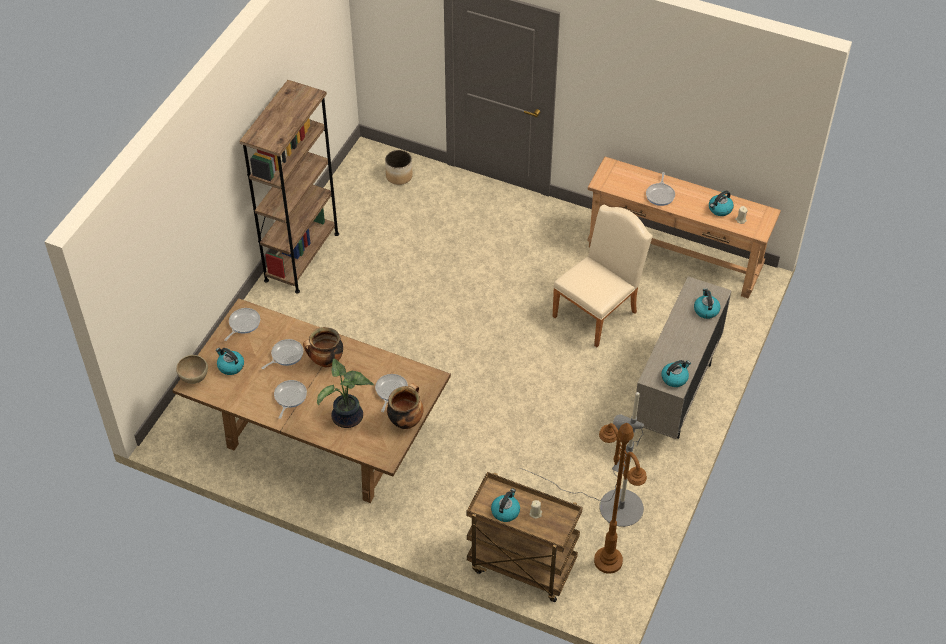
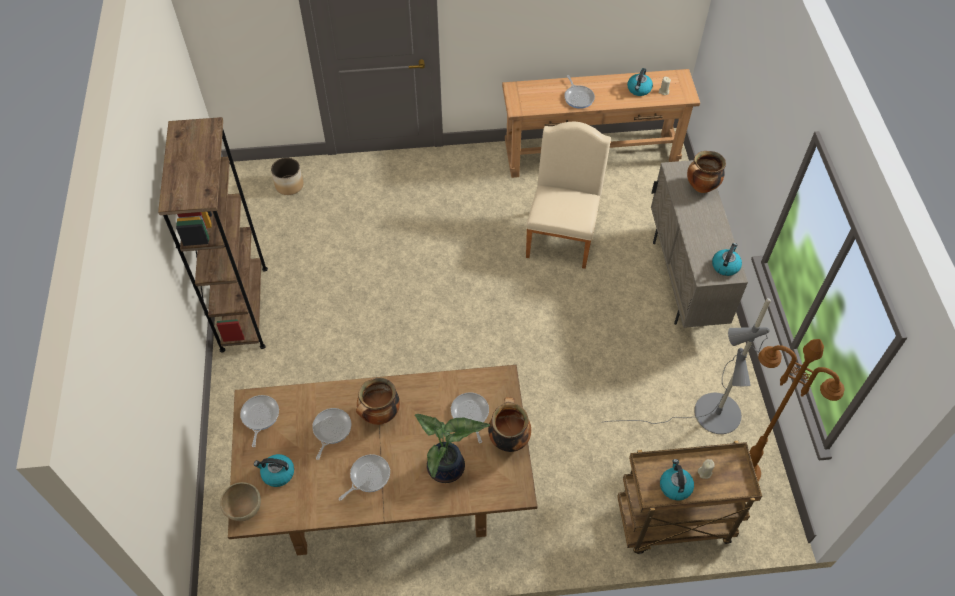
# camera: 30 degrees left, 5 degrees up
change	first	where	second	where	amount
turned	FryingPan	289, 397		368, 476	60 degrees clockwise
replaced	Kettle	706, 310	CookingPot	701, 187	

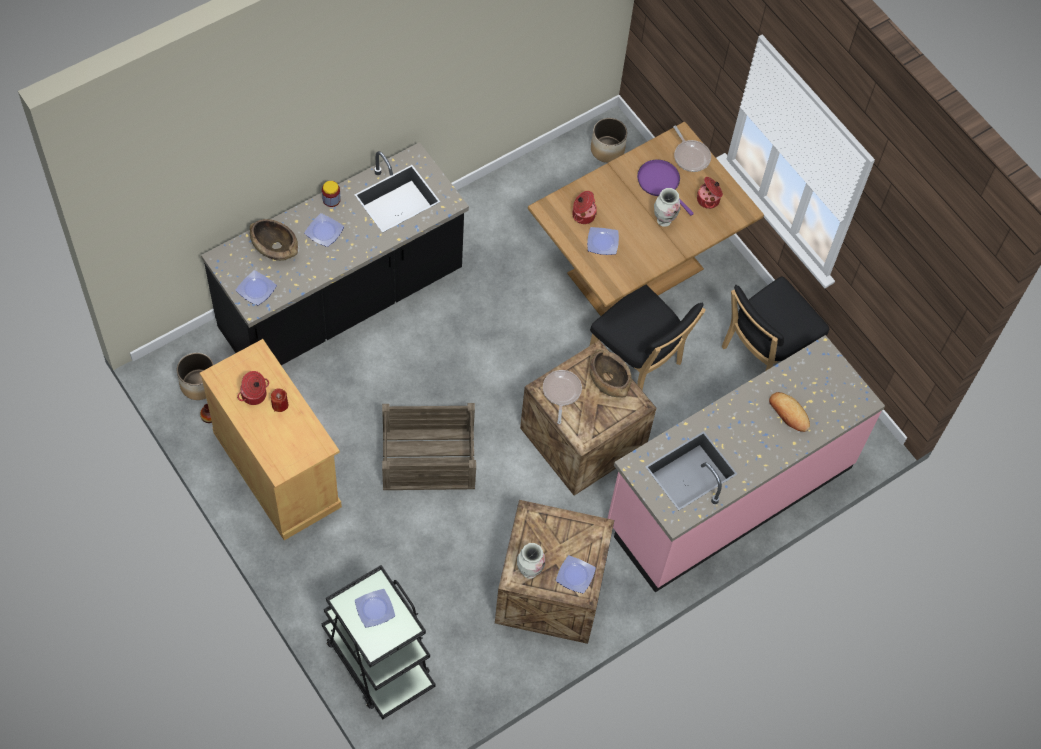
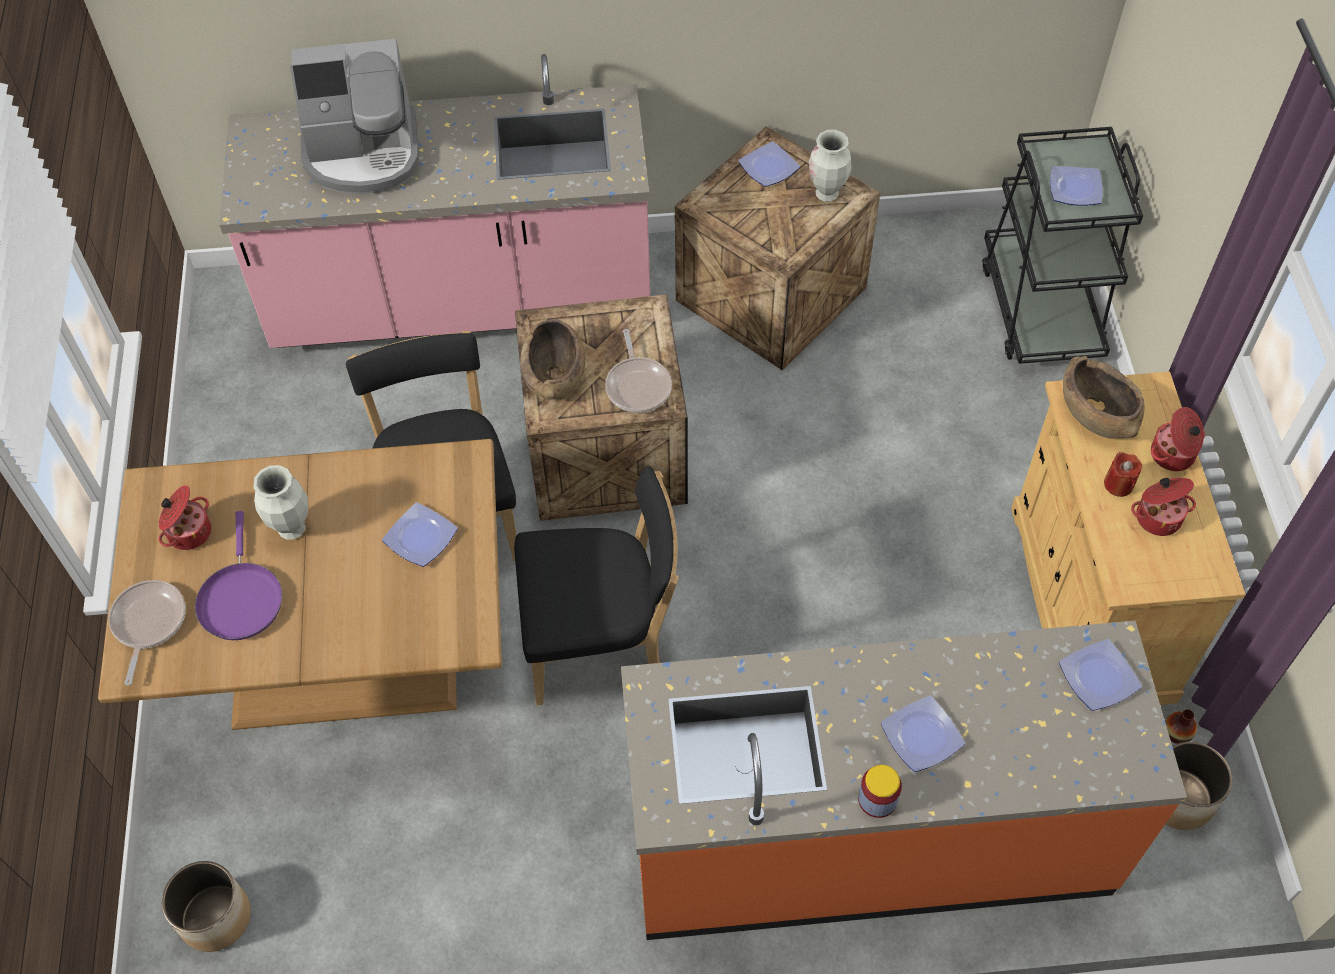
# camera: 145 degrees left, 5 degrees down
change	first	where	second	where	amount
replaced	Bread	788, 413	CoffeeMachine	363, 154	
moved	BlackChair	763, 355		601, 644	
turned	FryingPan	561, 392		638, 385	45 degrees counterclockwise
recoloured	BlackCounter	342, 302	OrangeCounter	867, 837	
moved	BrownBowl	275, 246		1096, 411	
moved	CookingPot	583, 214		1173, 455	
removed	Crate	428, 456			

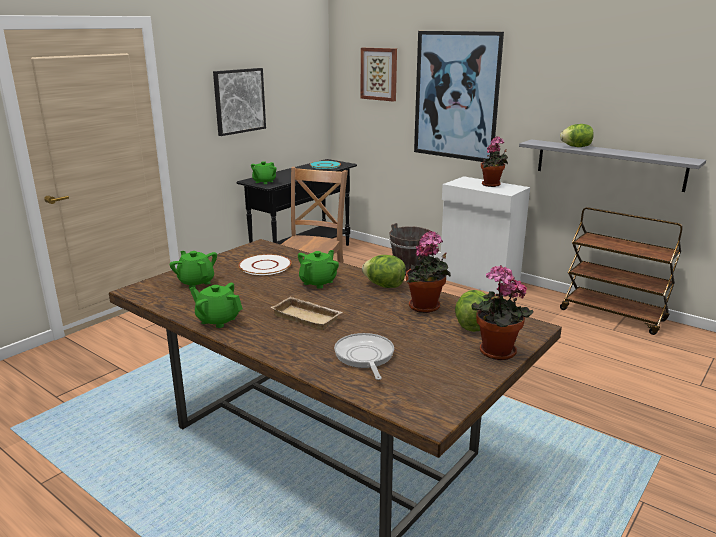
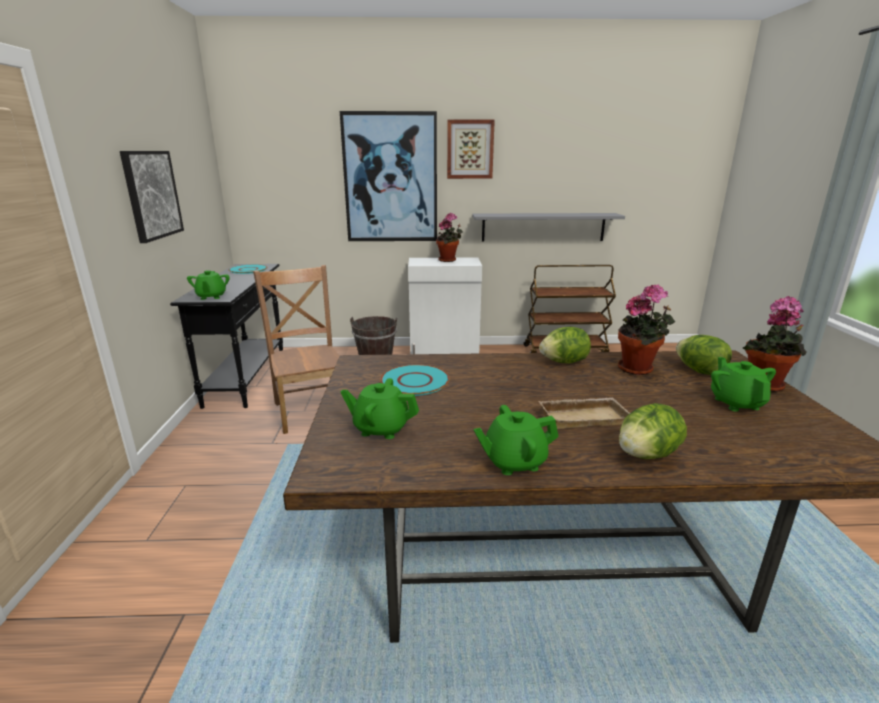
# camera: 40 degrees left, 0 degrees up
change	first	where	second	where	amount
recoloured	WhitePlate	265, 266	TurquoisePlate	415, 381	
moved	Picture	379, 74		470, 149	
moved	Lettuce	576, 147		646, 455	
moved	GreenTeapot	318, 282		736, 403	
removed	FryingPan	364, 357			

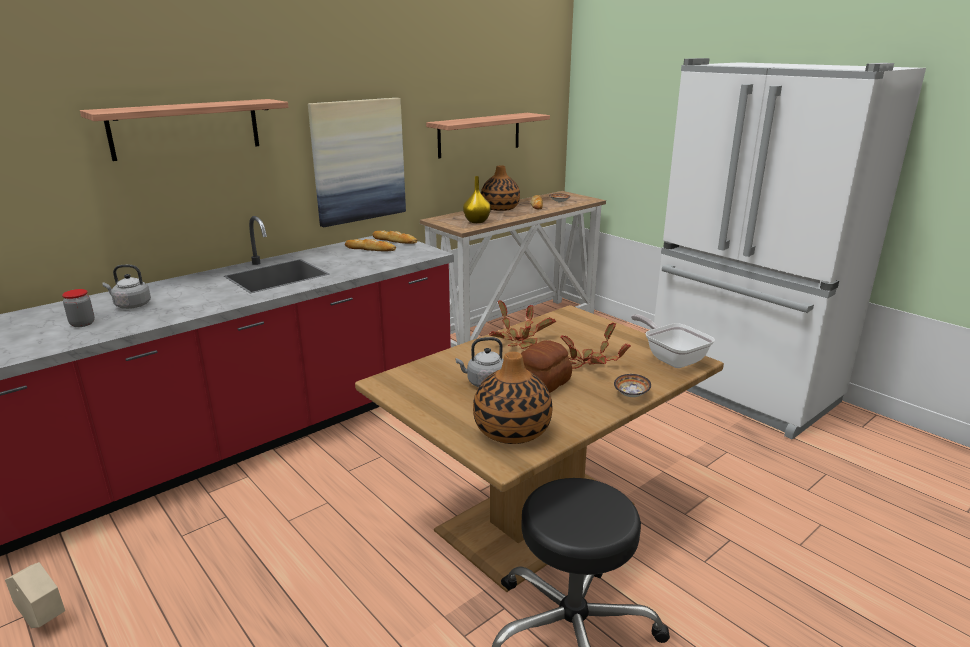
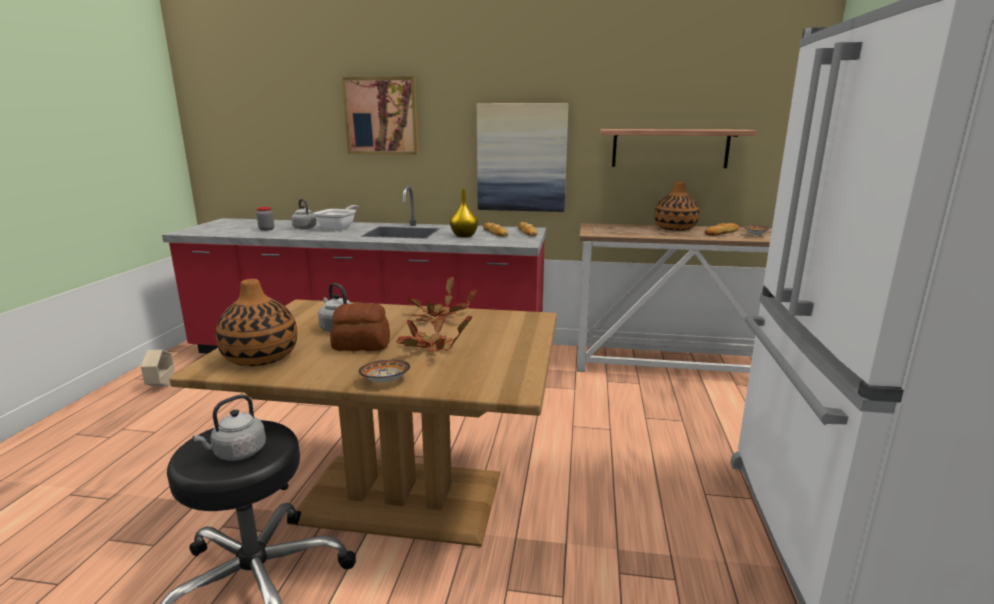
# camera: 50 degrees right, 5 degrees down
change	first	where	second	where	amount
added			GreyKettle	237, 453	
moved	FryingPan	671, 358		339, 228	
replaced	Shelf	186, 128	Picture	381, 116	
moved	YellowVase	477, 221		464, 236	

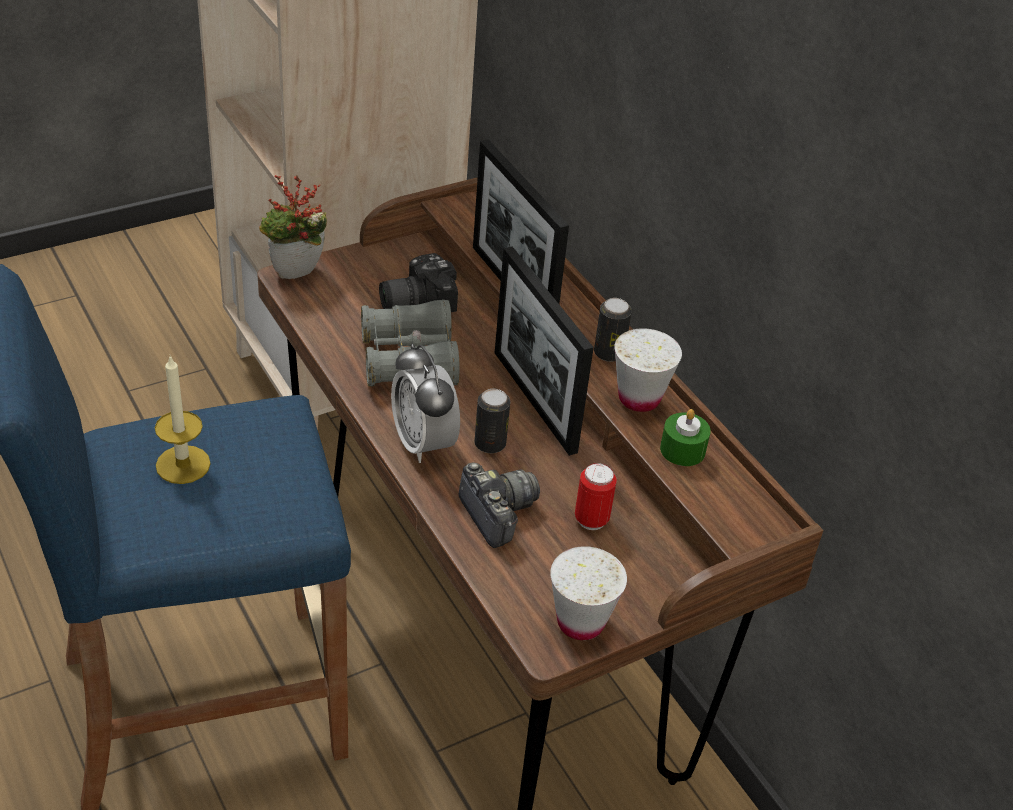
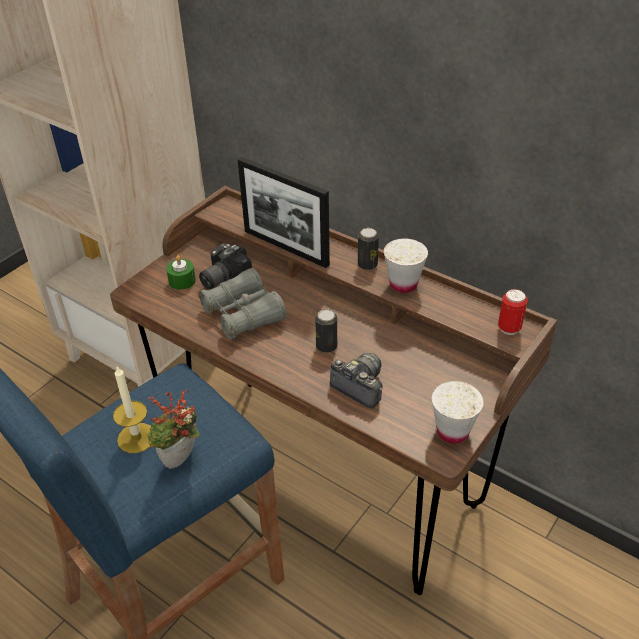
# camera: 20 degrees left, 0 degrees up
change	first	where	second	where	amount
moved	PottedPlant	296, 276		181, 462	
moved	GreenCandle	682, 450		182, 281	
moved	Can	591, 520		509, 328	
removed	AlarmClock	423, 443			
removed	PictureFrame	534, 401			

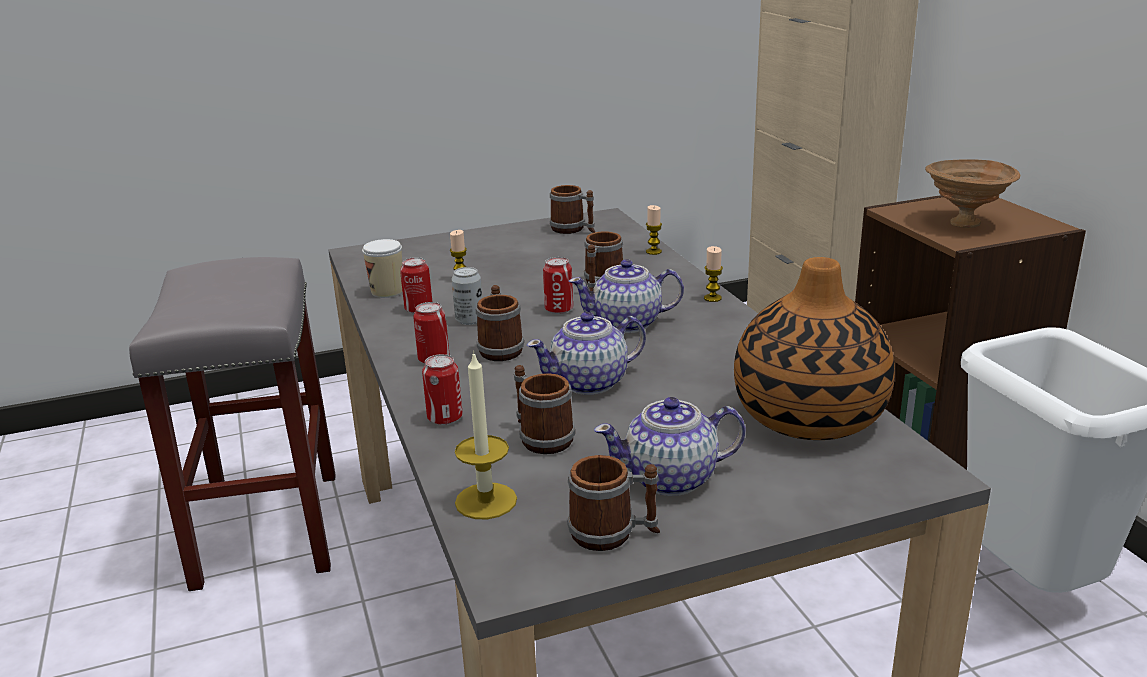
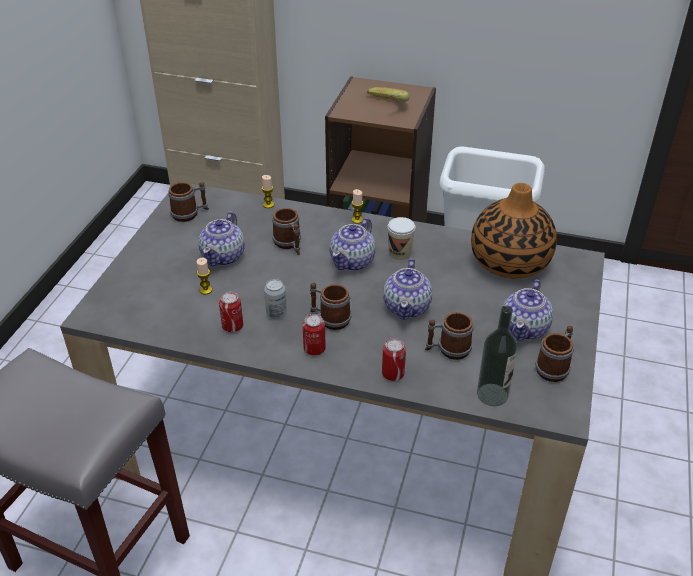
# camera: 55 degrees left, 15 degrees up
change	first	where	second	where	amount
added			Teapot	224, 256	
replaced	BrownBowl	963, 223	Banana	385, 106	
moved	Cup	387, 291		400, 253	
replaced	Candle	486, 501	Bottle	492, 394	
removed	Can	559, 309			

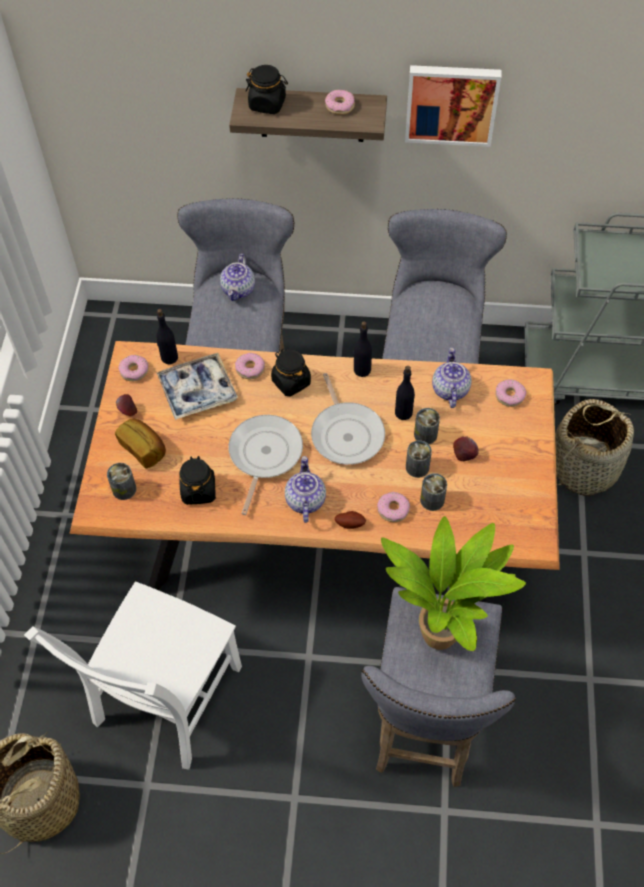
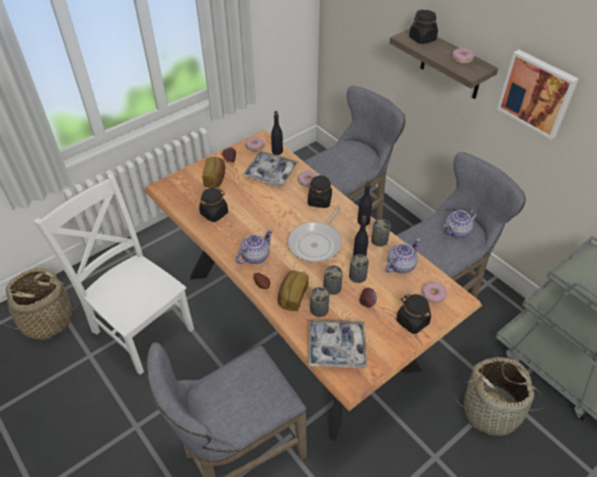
# camera: 45 degrees right, 10 degrees down
change	first	where	second	where	amount
turned	WhiteChair	164, 700		141, 327	60 degrees clockwise
replaced	Donut	393, 510	Bread	292, 296	
added			Tray	336, 347	
moved	Can	124, 489		379, 240	
added			BlackJar	412, 321	
moved	Teapot	239, 290		457, 231	
removed	FryingPan	264, 455			
removed	PottedPlant	442, 632			

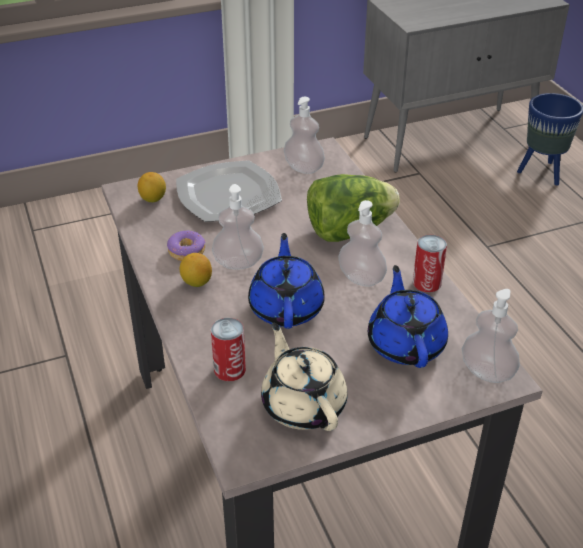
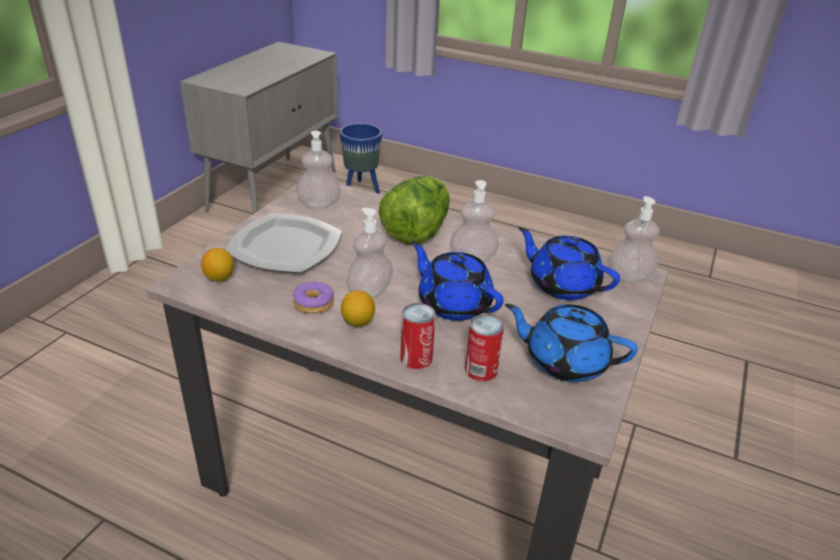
# camera: 45 degrees left, 5 degrees down
change	first	where	second	where	amount
moved	Can	427, 283		416, 358	
recoloured	BeigeTeapot	303, 404	BlueTeapot	564, 361	

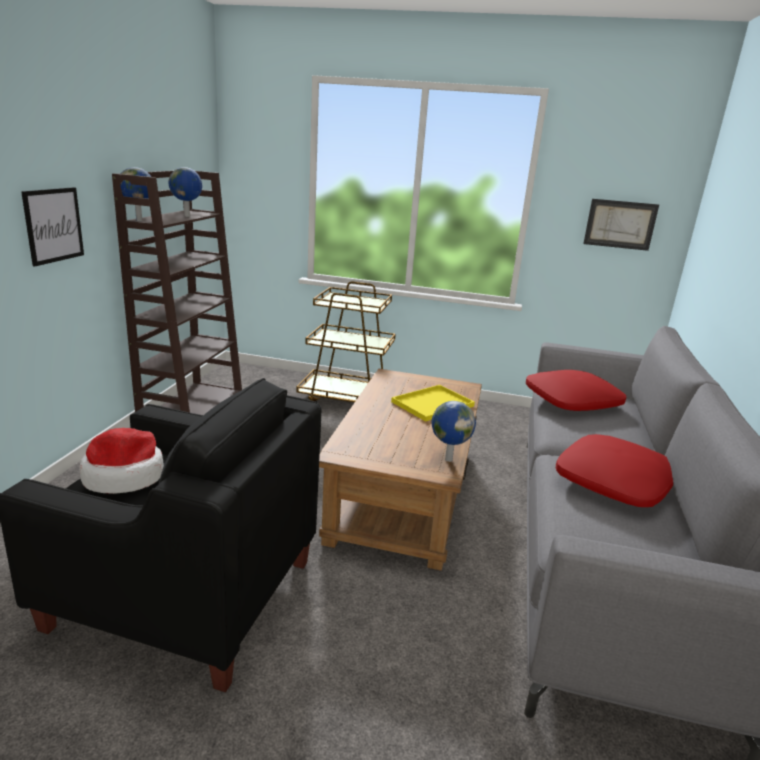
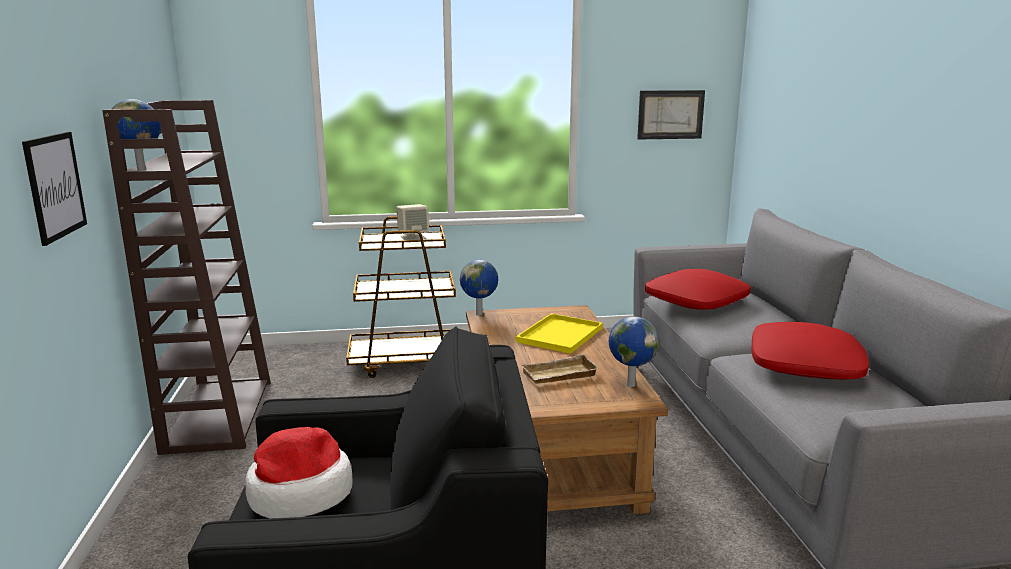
# camera: 20 degrees left, 5 degrees down
change	first	where	second	where	amount
added			BeigeSpeaker	413, 237	
moved	Globe	187, 216		480, 314	
added			BeigeTray	559, 376	

